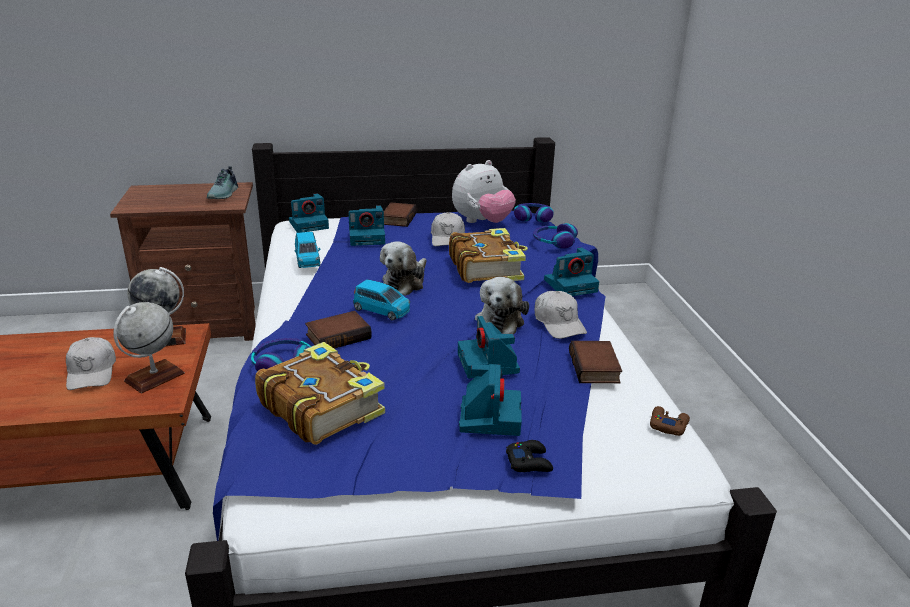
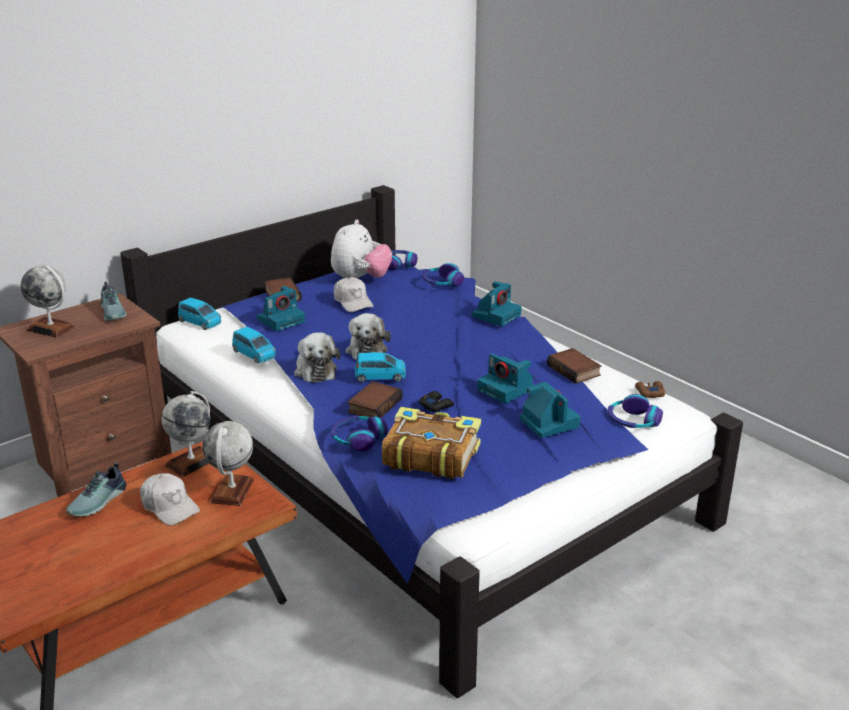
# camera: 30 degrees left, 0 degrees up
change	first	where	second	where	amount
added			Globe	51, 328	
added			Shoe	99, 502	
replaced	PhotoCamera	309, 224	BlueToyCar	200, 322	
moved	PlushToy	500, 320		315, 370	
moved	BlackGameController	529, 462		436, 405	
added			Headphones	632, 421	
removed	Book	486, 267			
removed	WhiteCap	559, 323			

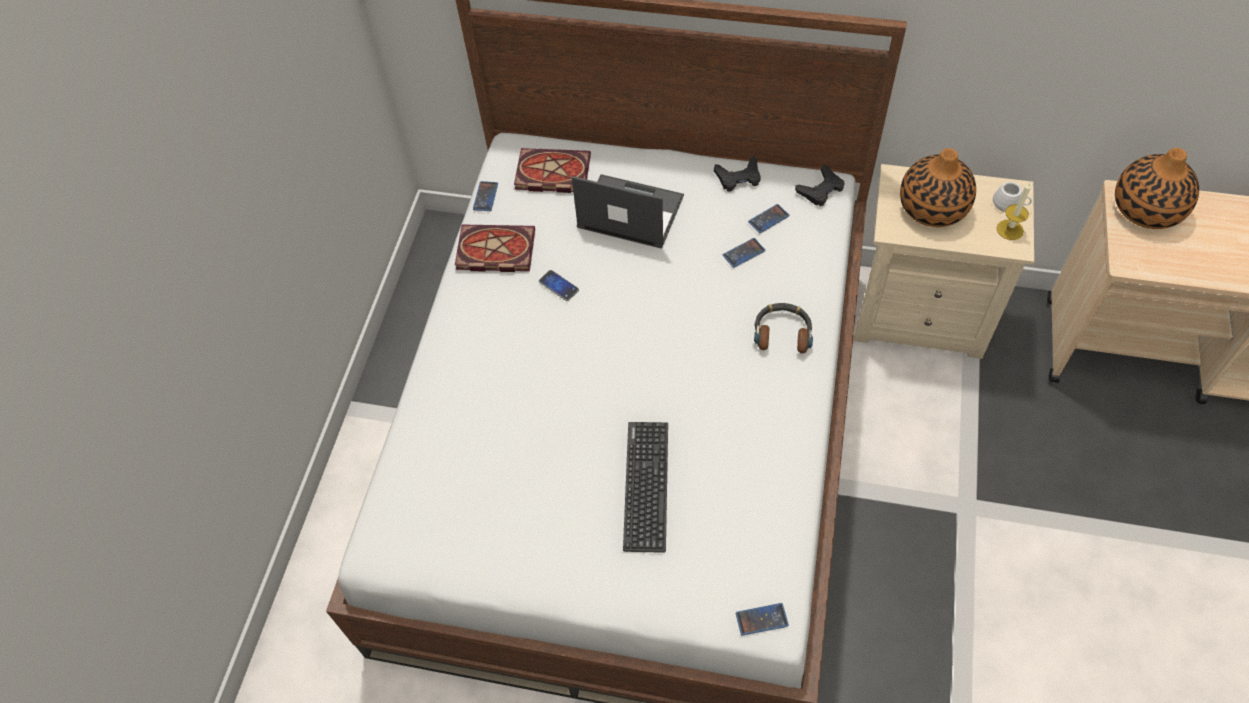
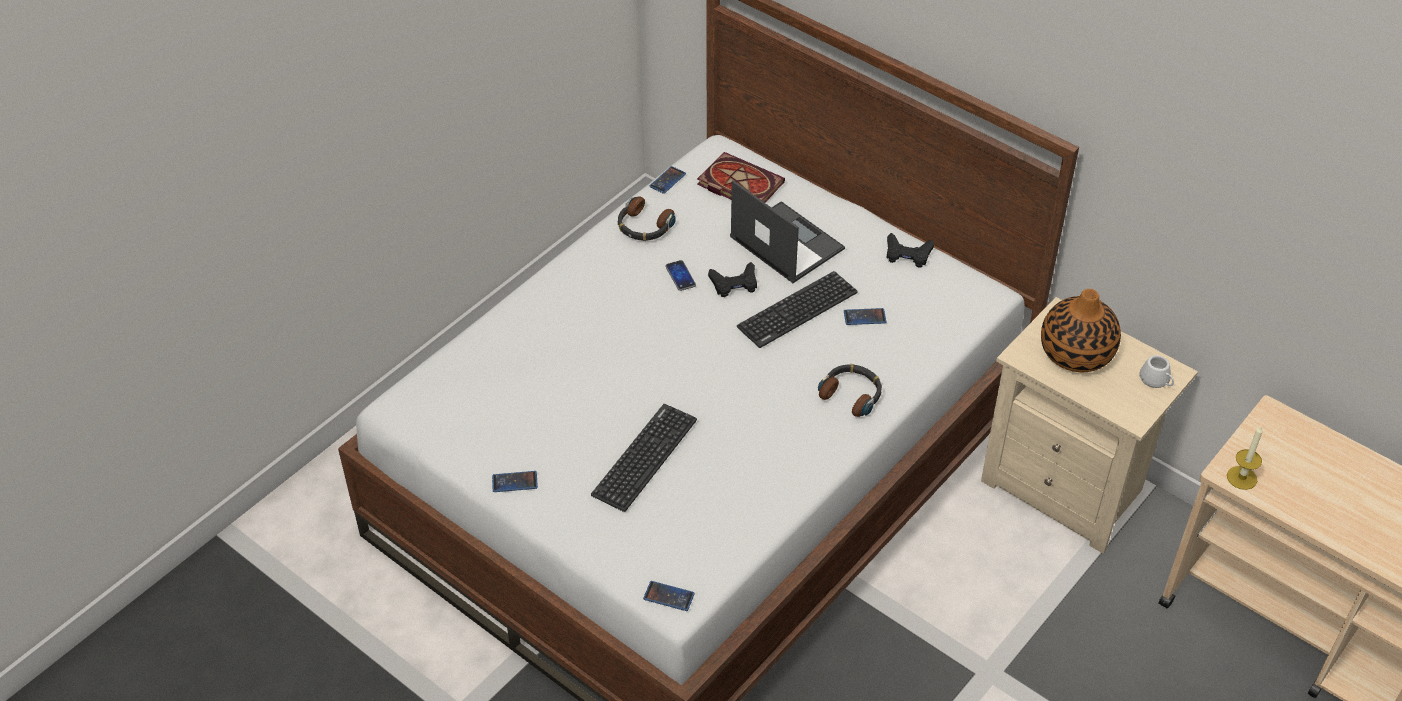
# camera: 25 degrees right, 10 degrees down
change	first	where	second	where	amount
moved	Phone	768, 219		514, 482	
replaced	Book	493, 251	Headphones	644, 226	
moved	BlackGameController	821, 189		734, 283	
added			Keyboard	797, 310	
moved	Candle	1010, 229		1241, 477	
removed	Vase	1147, 209			

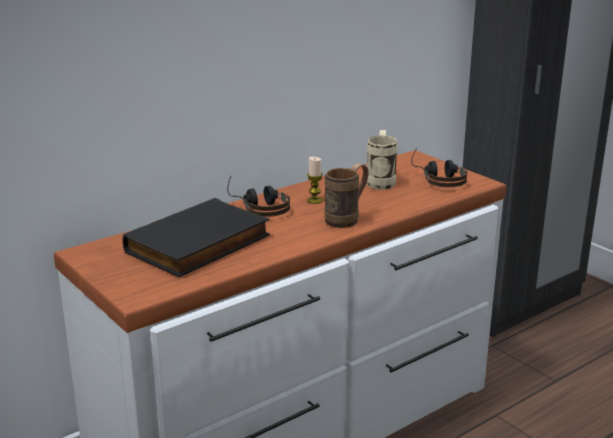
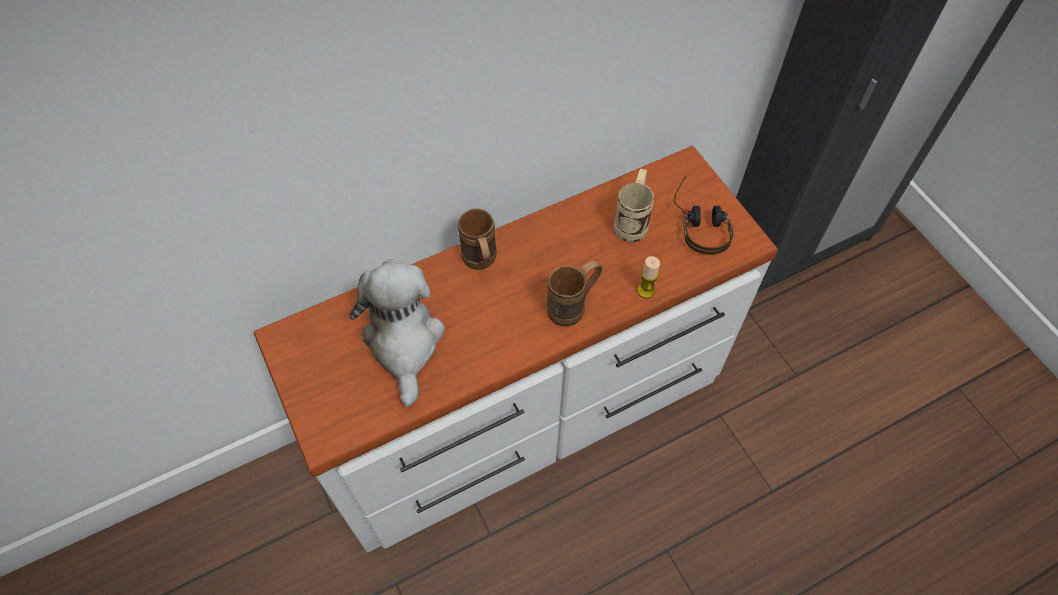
# camera: 10 degrees right, 35 degrees up
change	first	where	second	where	amount
replaced	BlackBook	199, 245	PlushToy	403, 341	
replaced	Headphones	258, 206	BrownMug	481, 263	
moved	Candle	314, 200		646, 290	

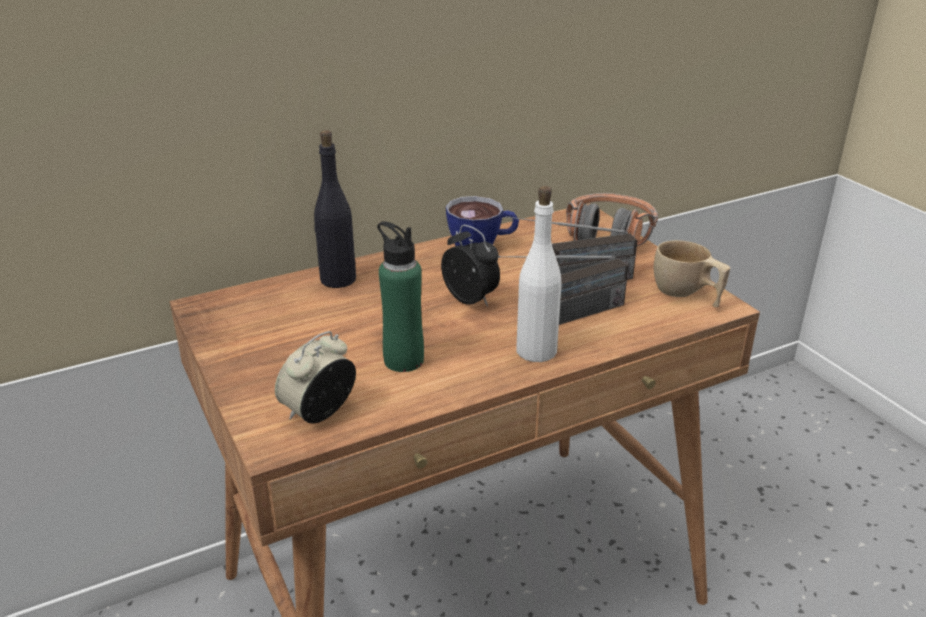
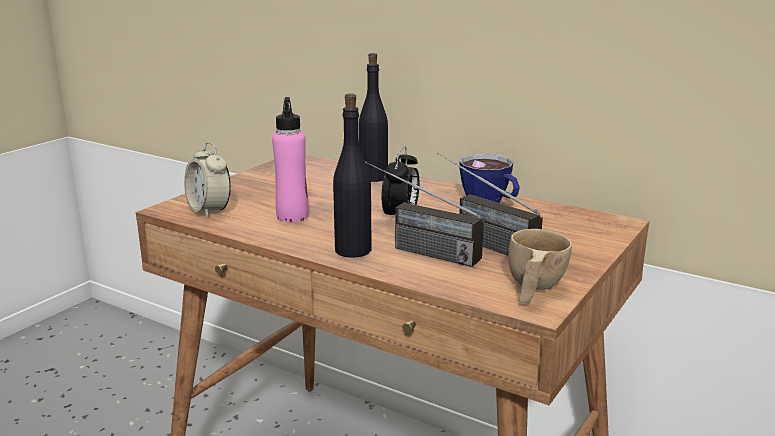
# camera: 60 degrees right, 10 degrees down
change	first	where	second	where	amount
turned	AlarmClock	319, 413		209, 210	135 degrees counterclockwise
recoloured	GreenBottle	403, 360	PinkBottle	292, 216	
recoloured	WhiteBottle	536, 351	BlackBottle	353, 250	
removed	Headphones	608, 235			

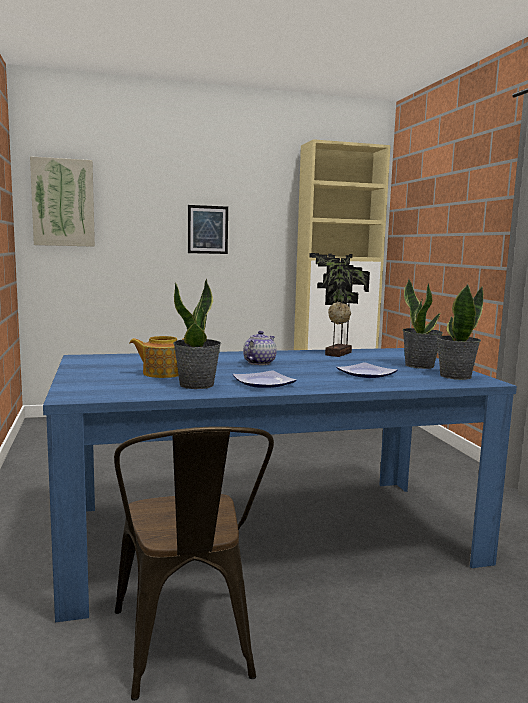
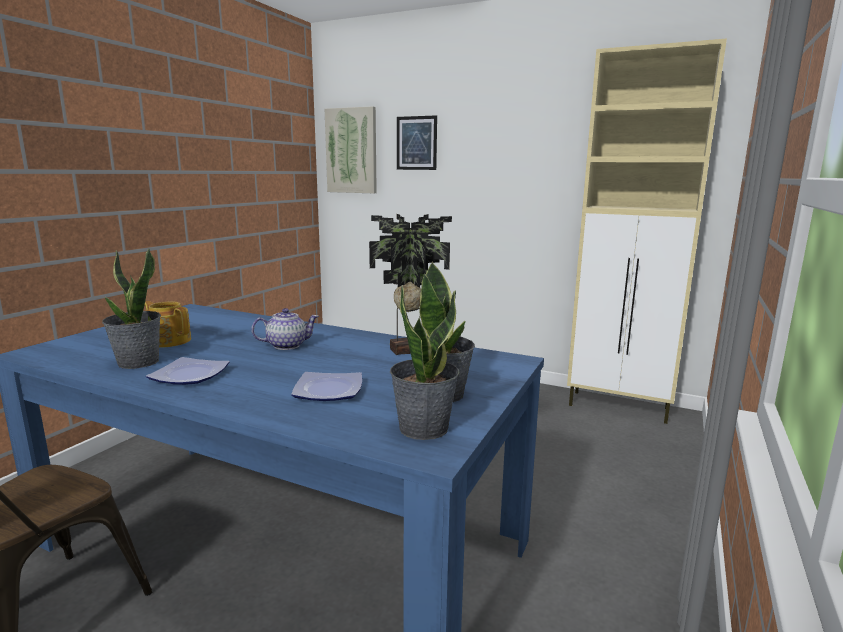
# camera: 40 degrees right, 5 degrees up
change	first	where	second	where	amount
moved	Picture	207, 229		416, 143	

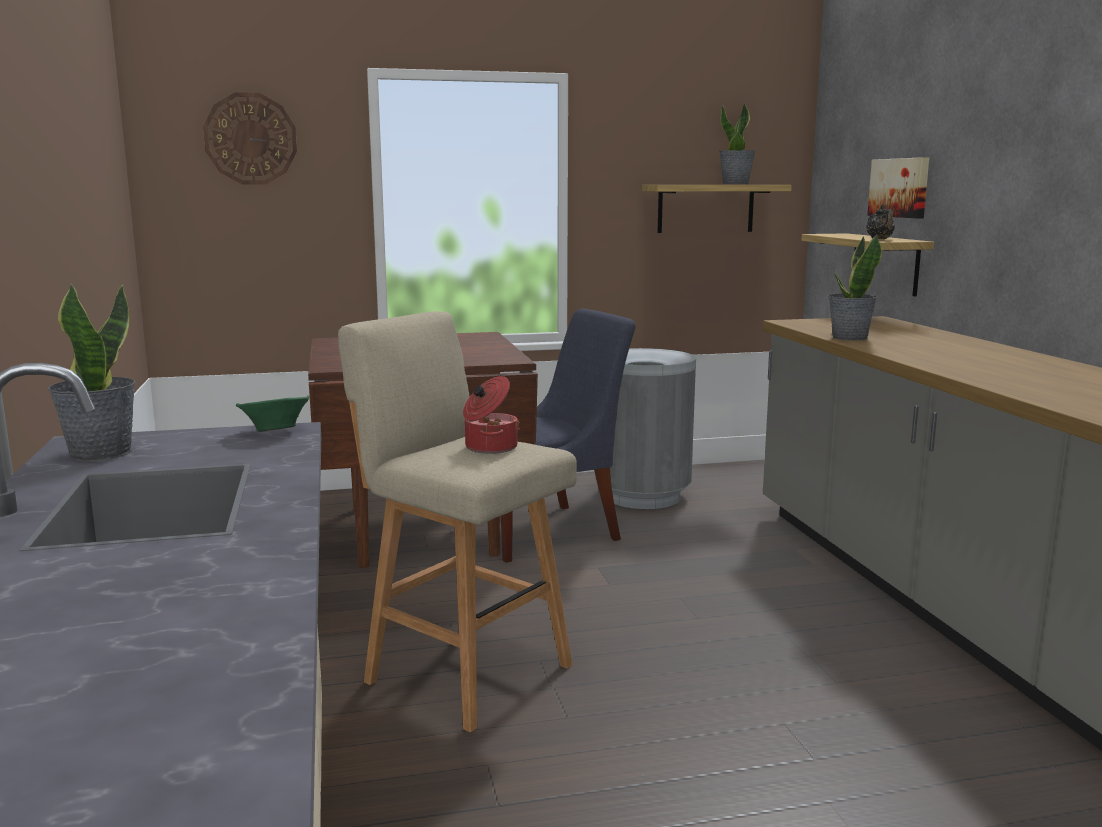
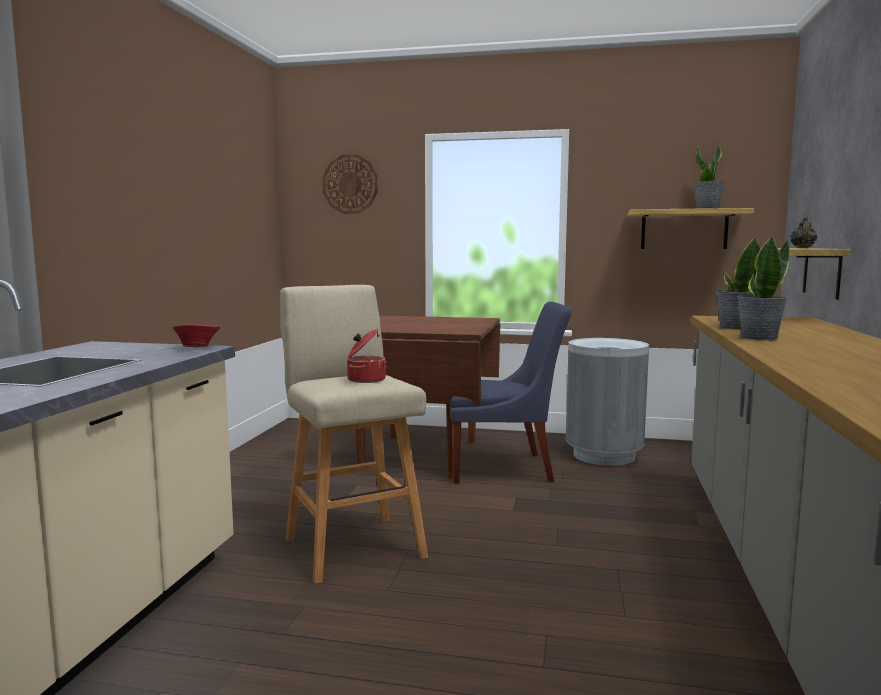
# camera: 25 degrees right, 5 degrees down
change	first	where	second	where	amount
recoloured	GreenBowl	274, 432	RedBowl	196, 348	
moved	PottedPlant	100, 453		758, 338	
removed	Picture	900, 188			

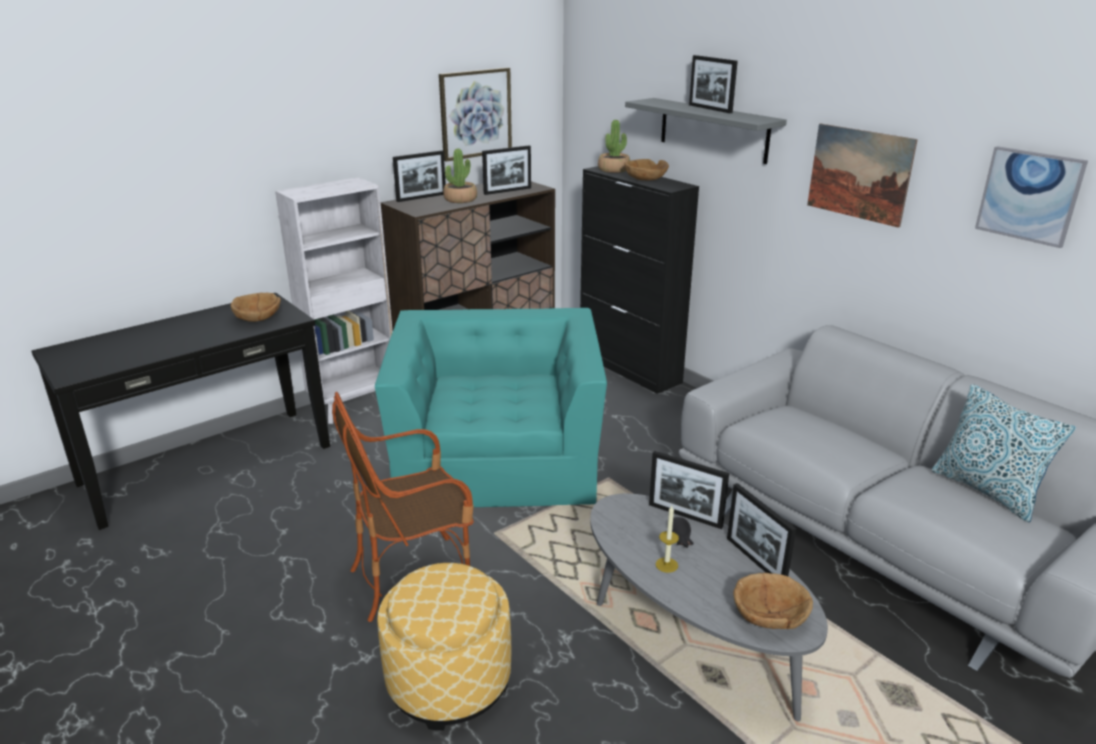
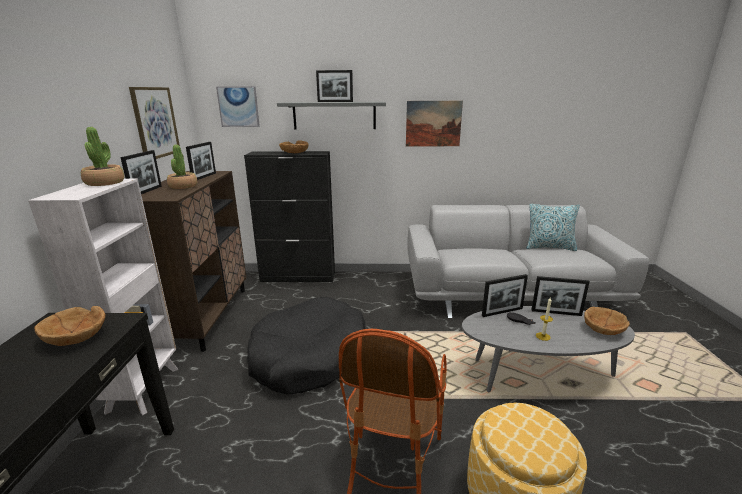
# camera: 50 degrees left, 5 degrees down
change	first	where	second	where	amount
moved	PottedPlant	613, 170		105, 183	
moved	Picture	1029, 196		238, 106	
replaced	TurquoiseArmchair	497, 456	BlackDogBed	309, 357	

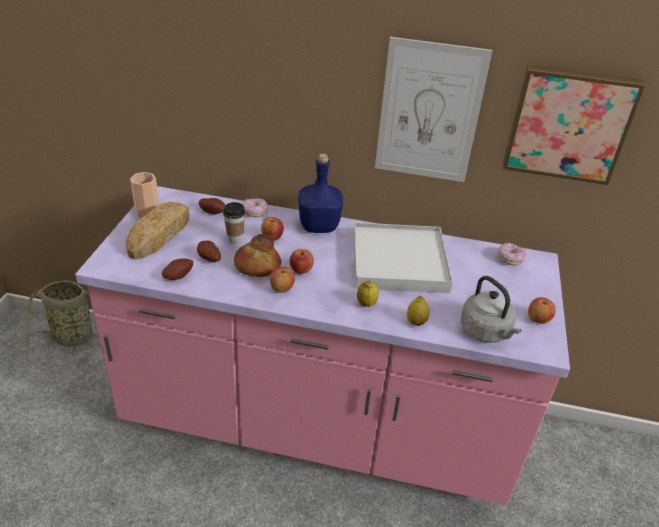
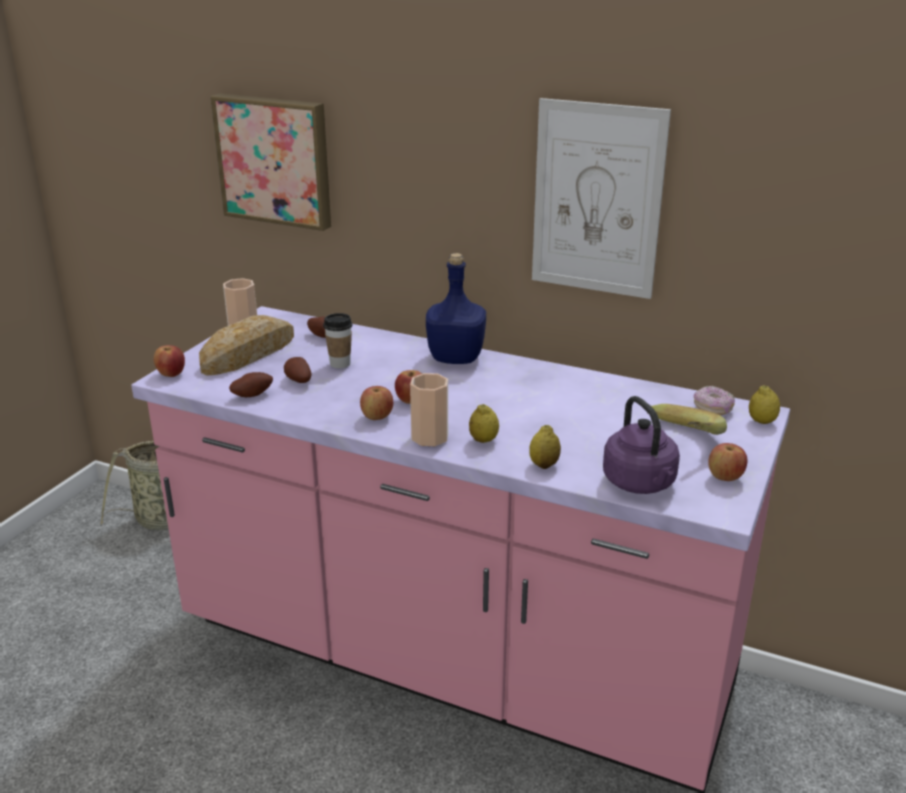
# camera: 15 degrees right, 10 degrees down
change	first	where	second	where	amount
moved	Apple	272, 237		171, 374	
moved	Picture	568, 123		275, 160	
added			Cup	429, 437	
recoloured	GreyKettle	486, 332	PurpleKettle	641, 484	
added			Banana	679, 439	
added			Lemon	762, 421	
removed	Bread	257, 266			
removed	Donut	254, 213			
removed	WhiteTray	399, 261			

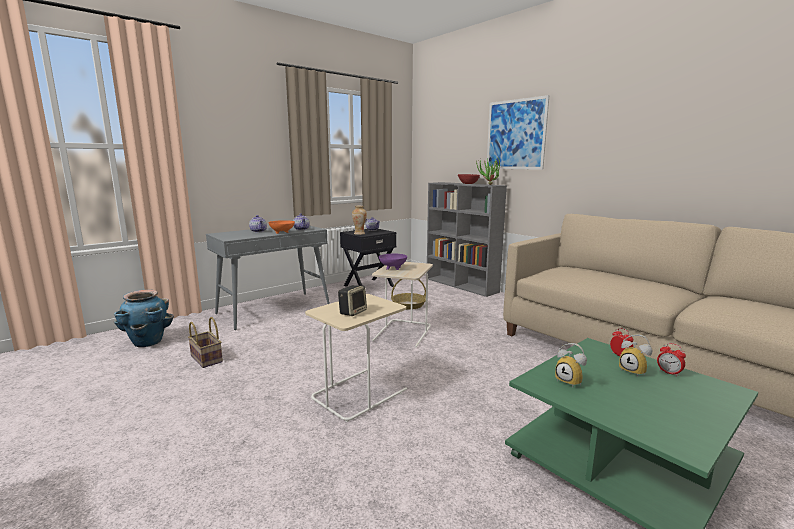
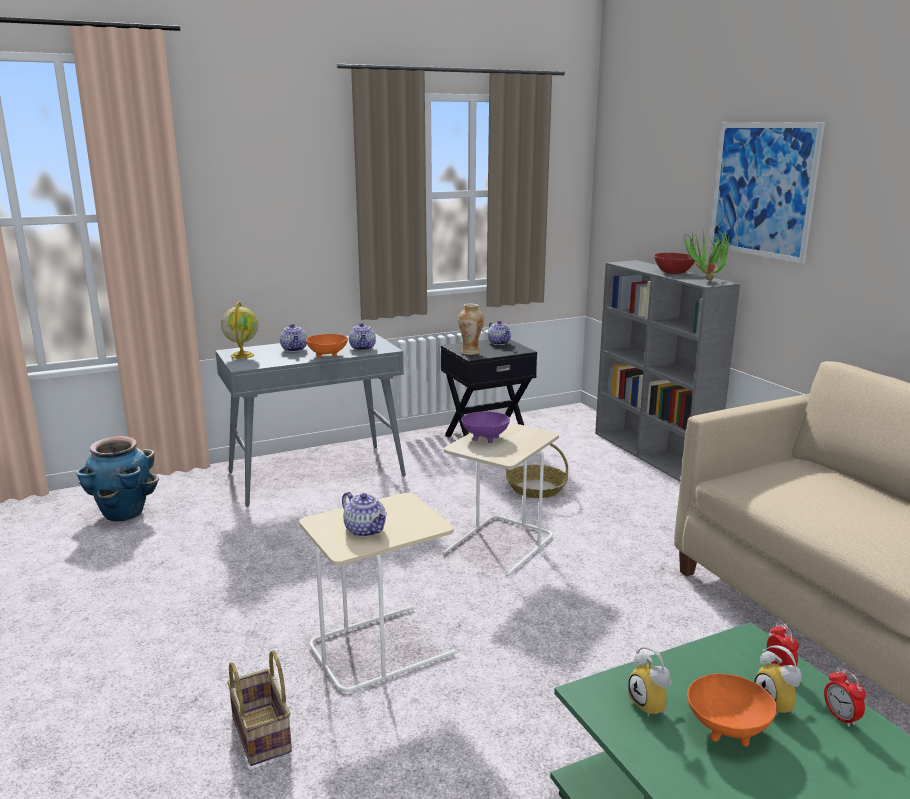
# camera: 15 degrees right, 5 degrees up
change	first	where	second	where	amount
added			Globe	242, 355	
moved	Basket	207, 359		263, 735	
replaced	Speaker	352, 312	Teapot	366, 530	
added			OrangeBowl	728, 728	

